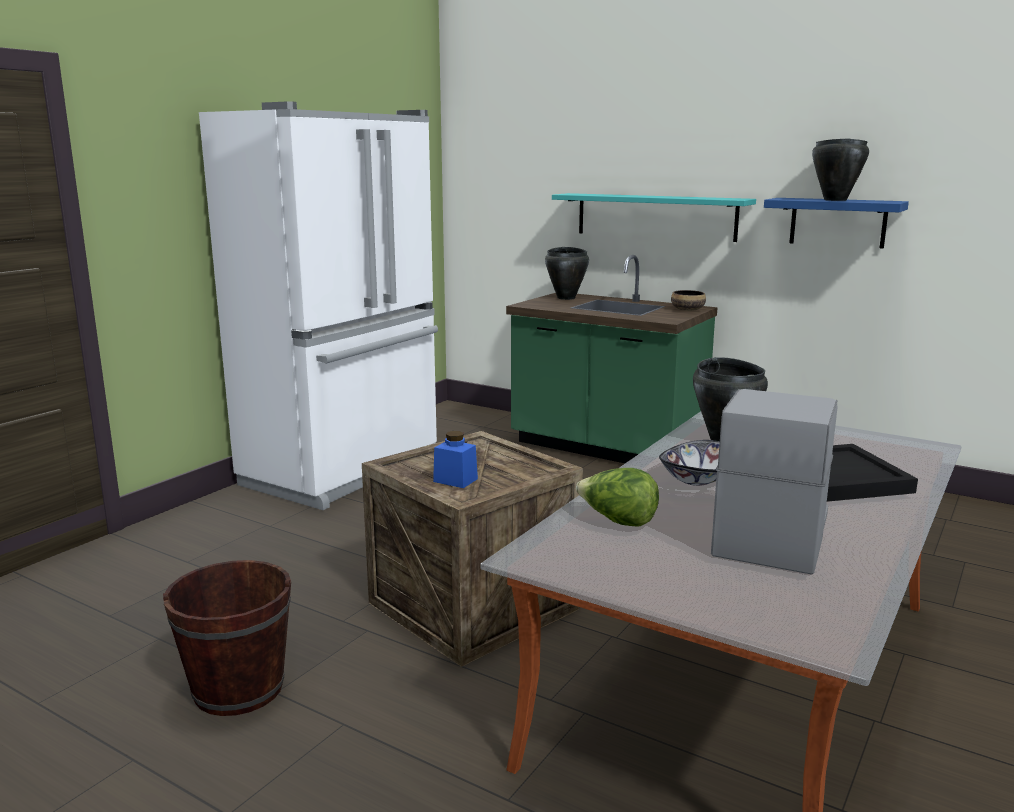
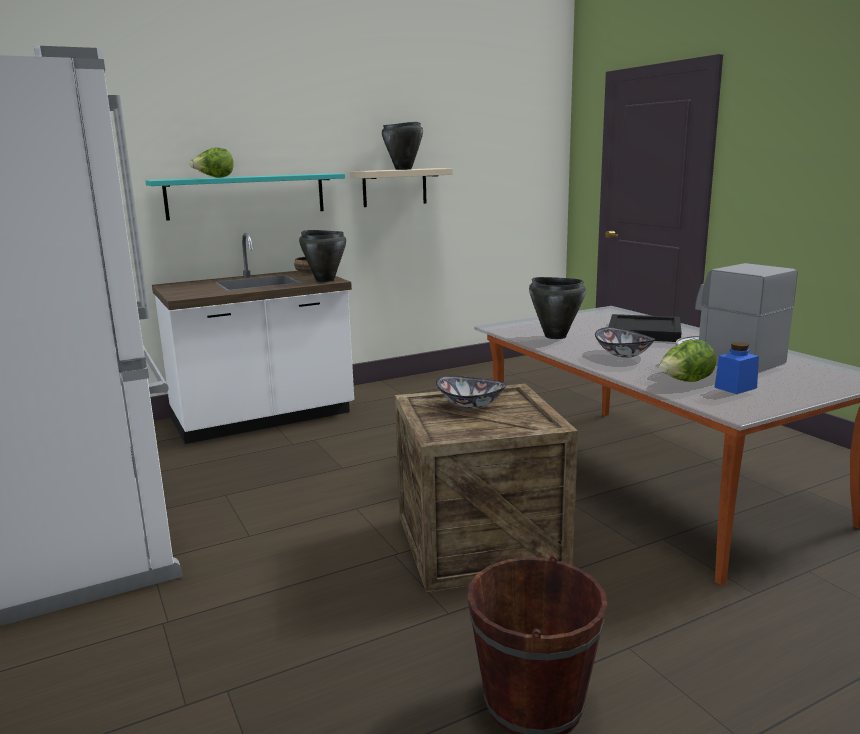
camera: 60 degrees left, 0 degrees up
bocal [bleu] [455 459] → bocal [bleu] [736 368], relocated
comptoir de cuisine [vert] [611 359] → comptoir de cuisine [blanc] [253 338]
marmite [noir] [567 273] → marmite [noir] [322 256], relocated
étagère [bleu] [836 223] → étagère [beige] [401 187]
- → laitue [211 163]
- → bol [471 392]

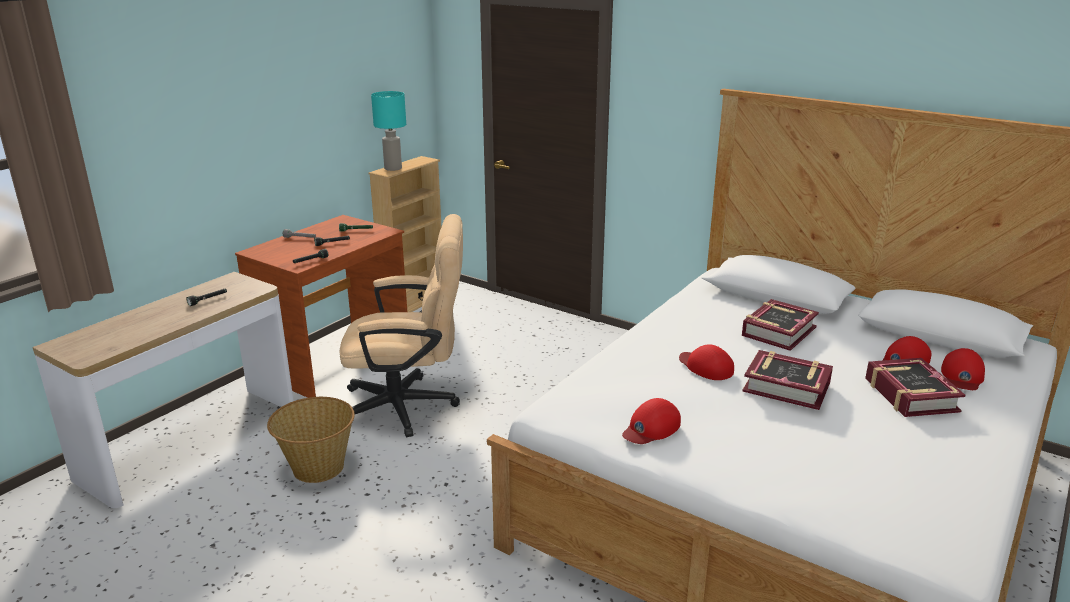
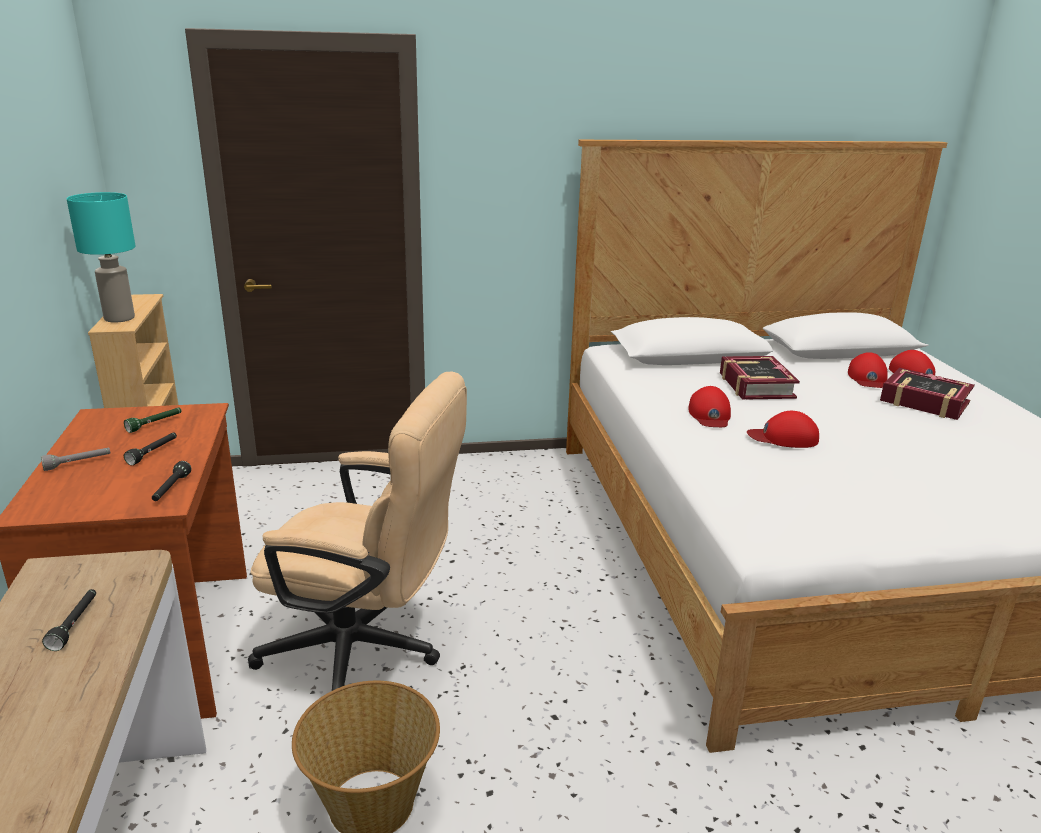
camera: 45 degrees left, 0 degrees up
chaise de bureau [beige] [401 325] → chaise de bureau [beige] [357 531], 60 degrees clockwise
casquette [rouge] [651 421] → casquette [rouge] [709 406], relocated
livre [788 380] → -

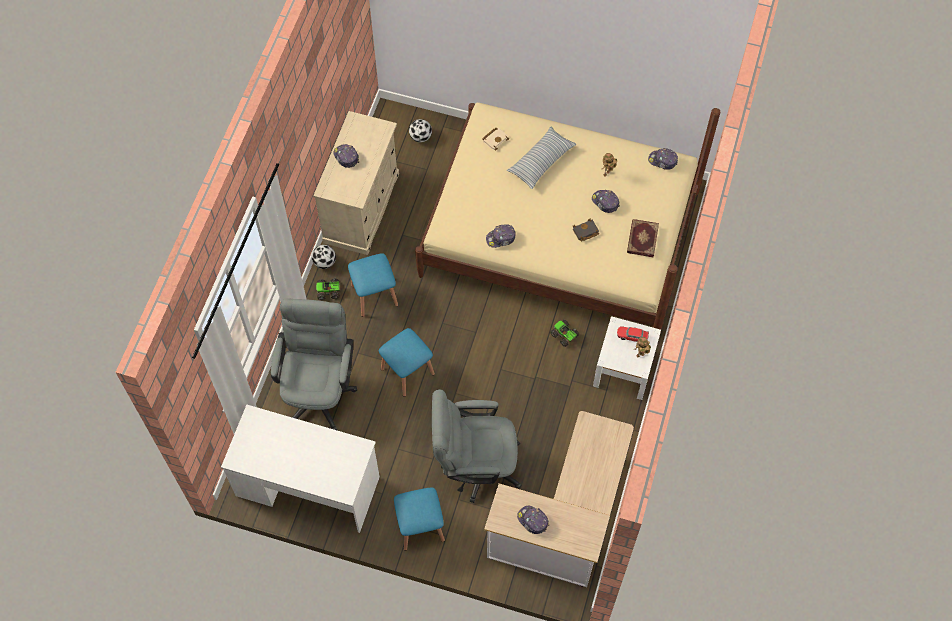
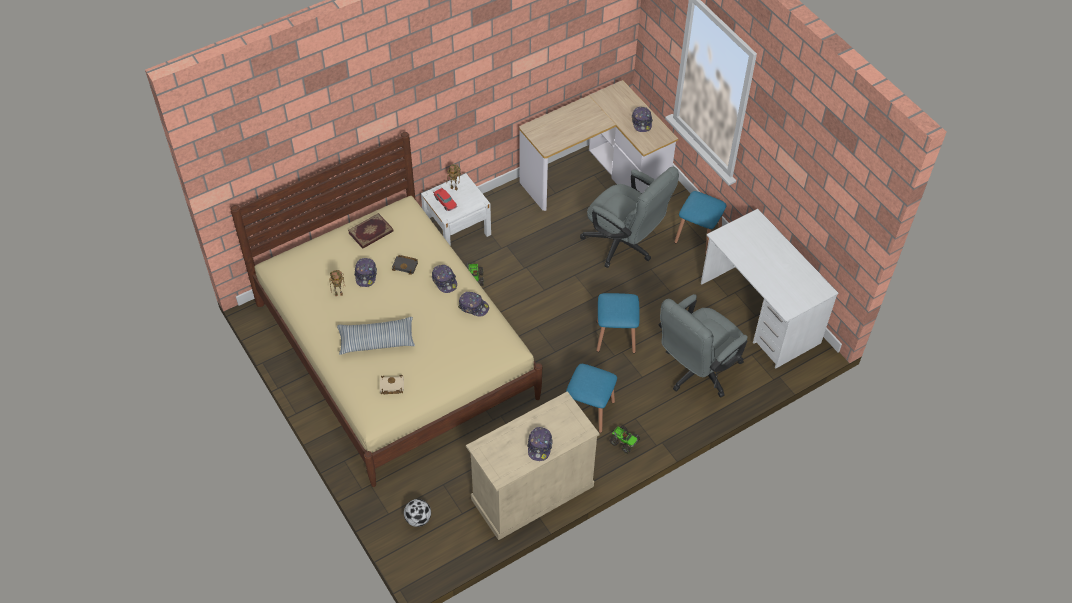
camera: 140 degrees left, 10 degrees down
ballon de foot [324 257] → -
casquette [663 159] → casquette [444 279], relocated

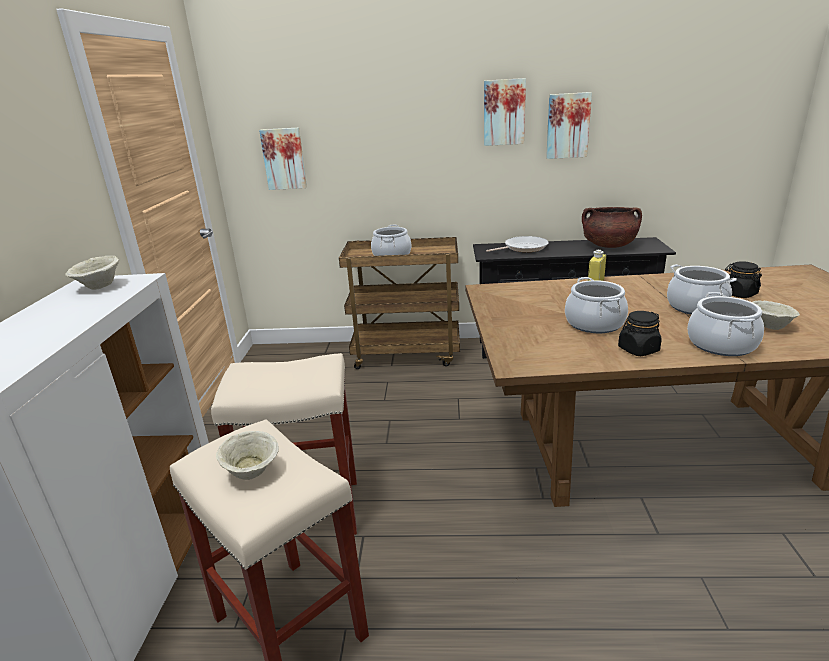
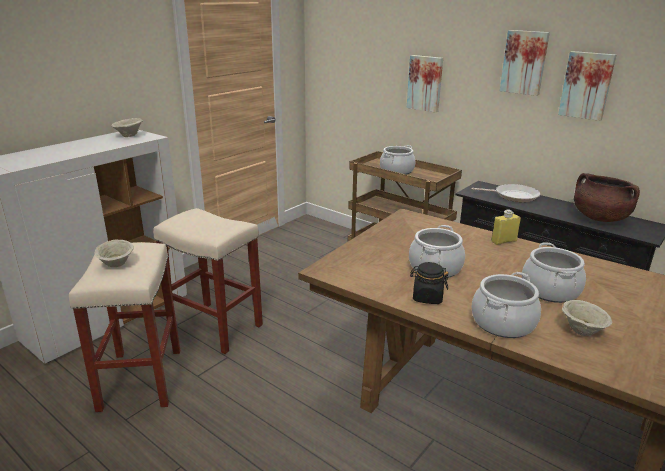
camera: 35 degrees right, 0 degrees up
tableau [283 158] → tableau [425 84], relocated
bocal [noir] [743 279] → -

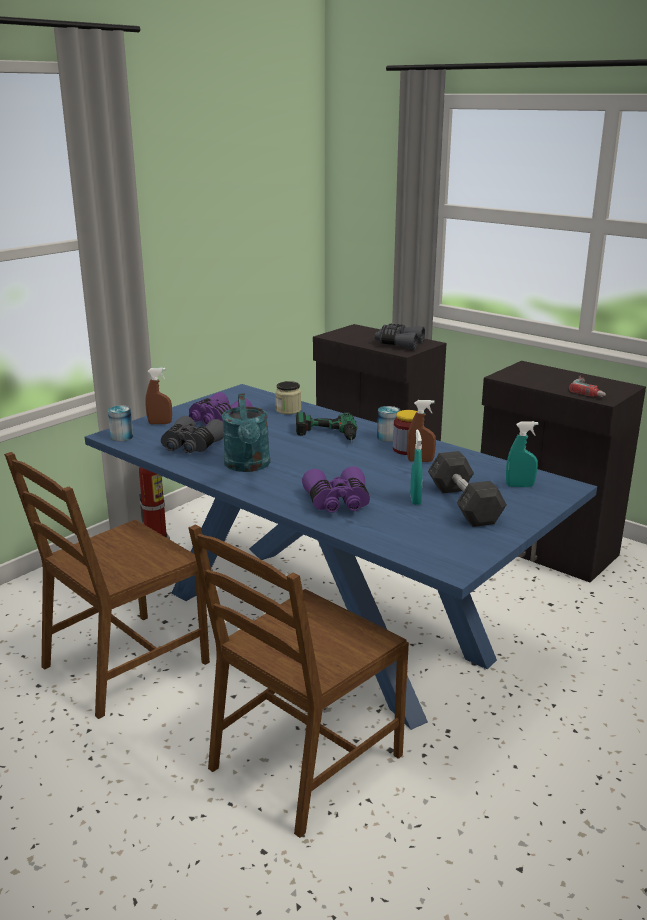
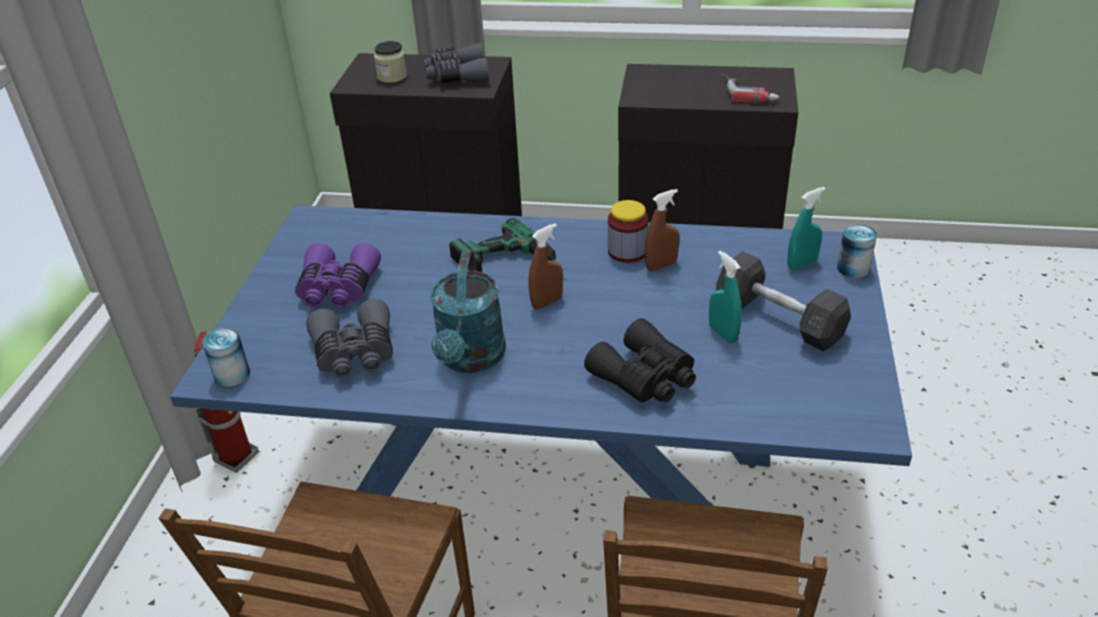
camera: 30 degrees left, 15 degrees up
vaporisateur [marron] [158 396] → vaporisateur [marron] [546 266], relocated
arrosoir [turquoise] [246 432] → arrosoir [turquoise] [468 312], 45 degrees clockwise
bocal [288 397] → bocal [390 62], relocated
jumelles [violet] [336 489] → jumelles [noir] [640 360]
boîte métallique [388 424] → boîte métallique [857 251], relocated

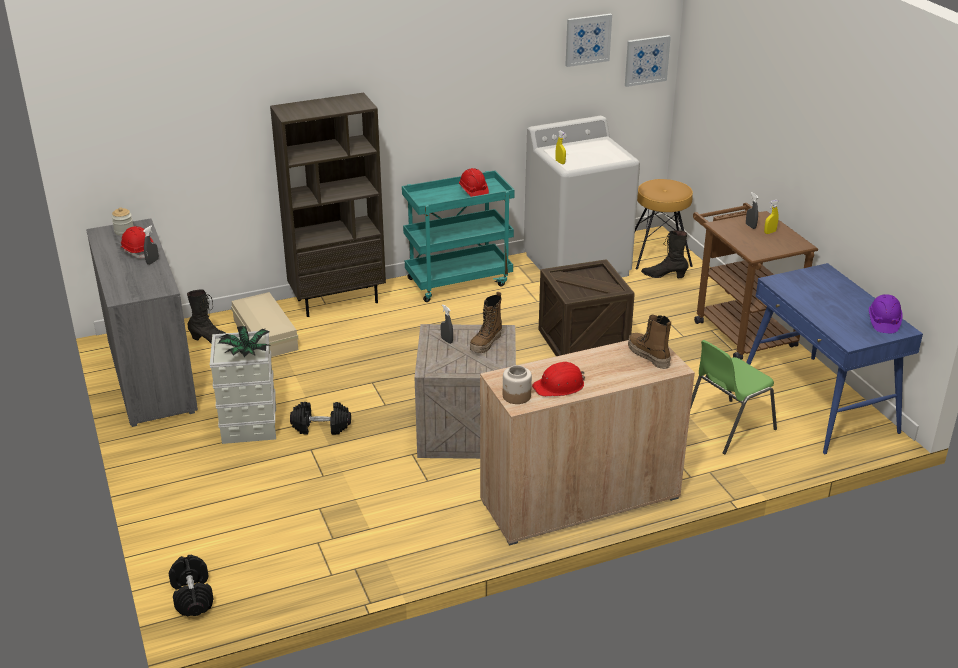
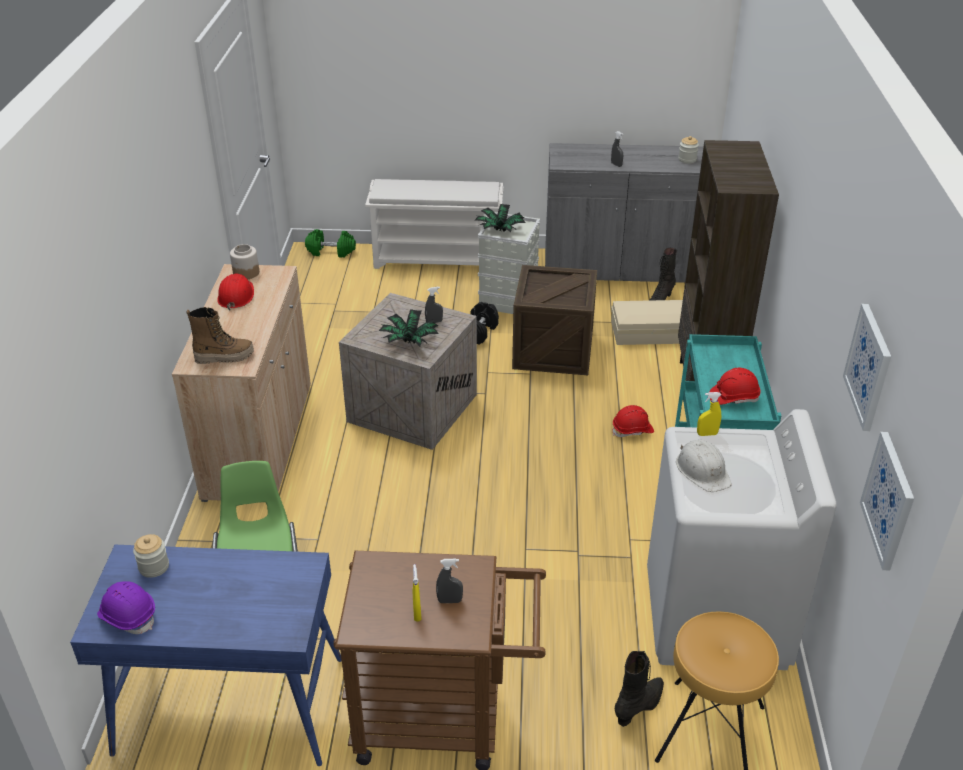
camera: 115 degrees right, 5 degrees up
casque de chantier [rouge] [137 242] → casque de chantier [rouge] [633 421], relocated
haltère [noir] [191 585] → haltère [vert] [330 243]
botte [486 322] → plante en pot [409 328]
caisse [587 307] → caisse [554 320], relocated
- → bocal [151 556]
- → étagère à chaussures [blanc] [434 224]
- → casque de chantier [blanc] [704 466]

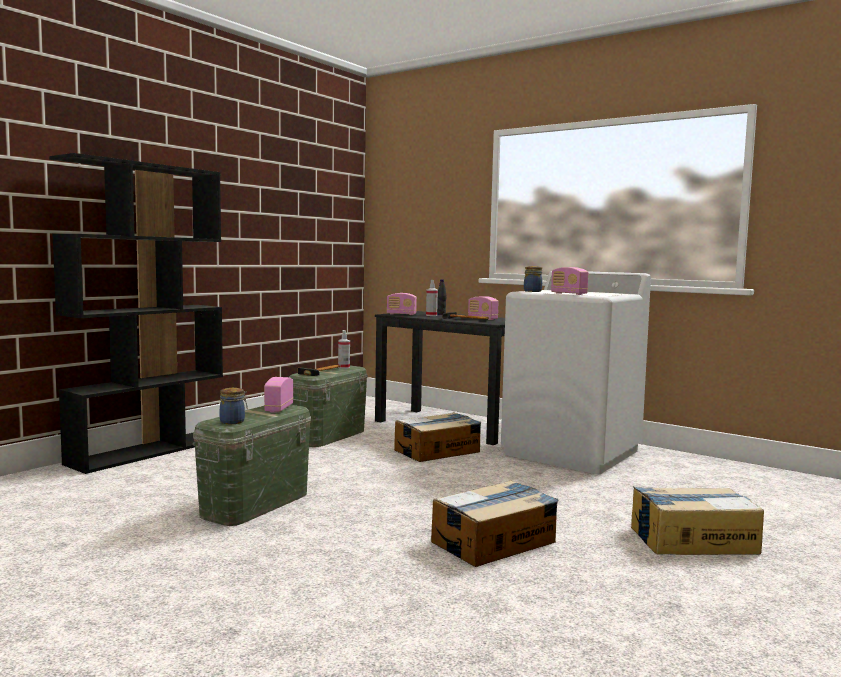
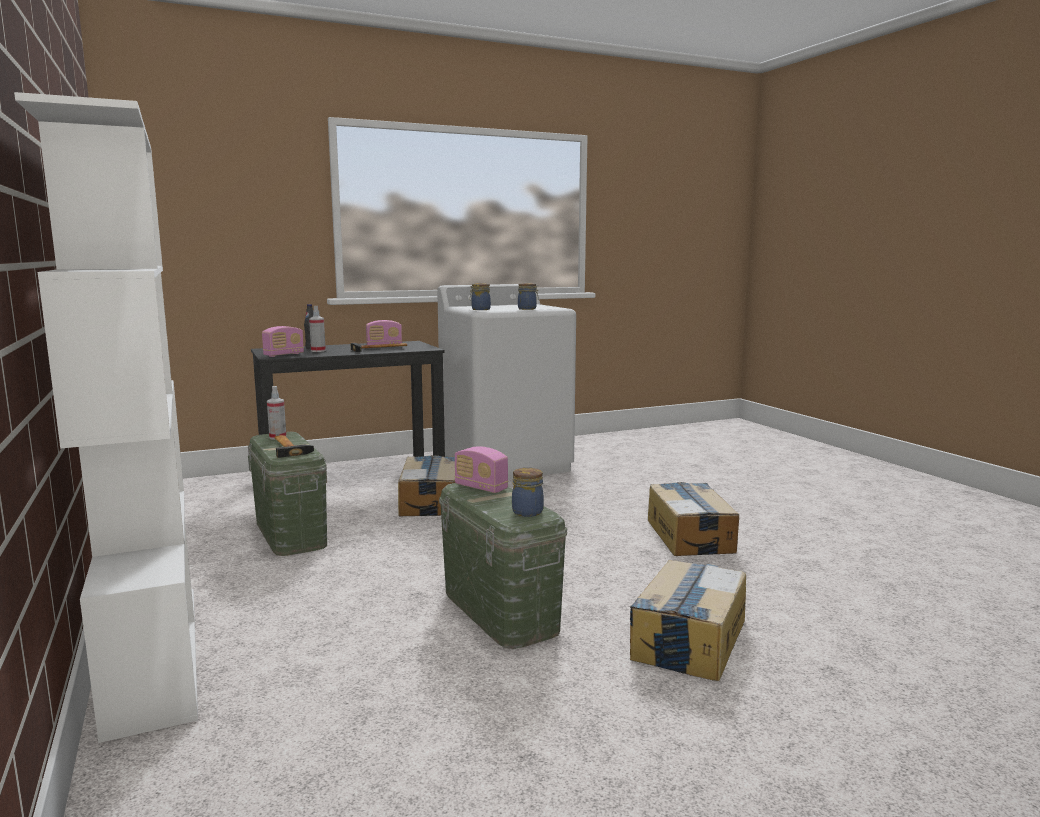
camera: 60 degrees left, 5 degrees up
bibliothèque [noir] [136 313] → bibliothèque [blanc] [106 417]
radio [569 281] → bocal [528 296]
carton [697 520] → carton [688 620], relocated

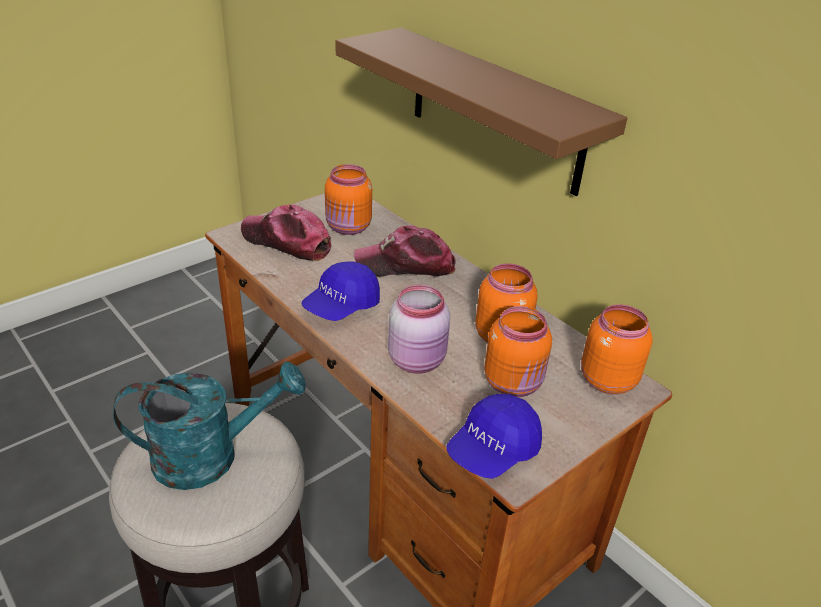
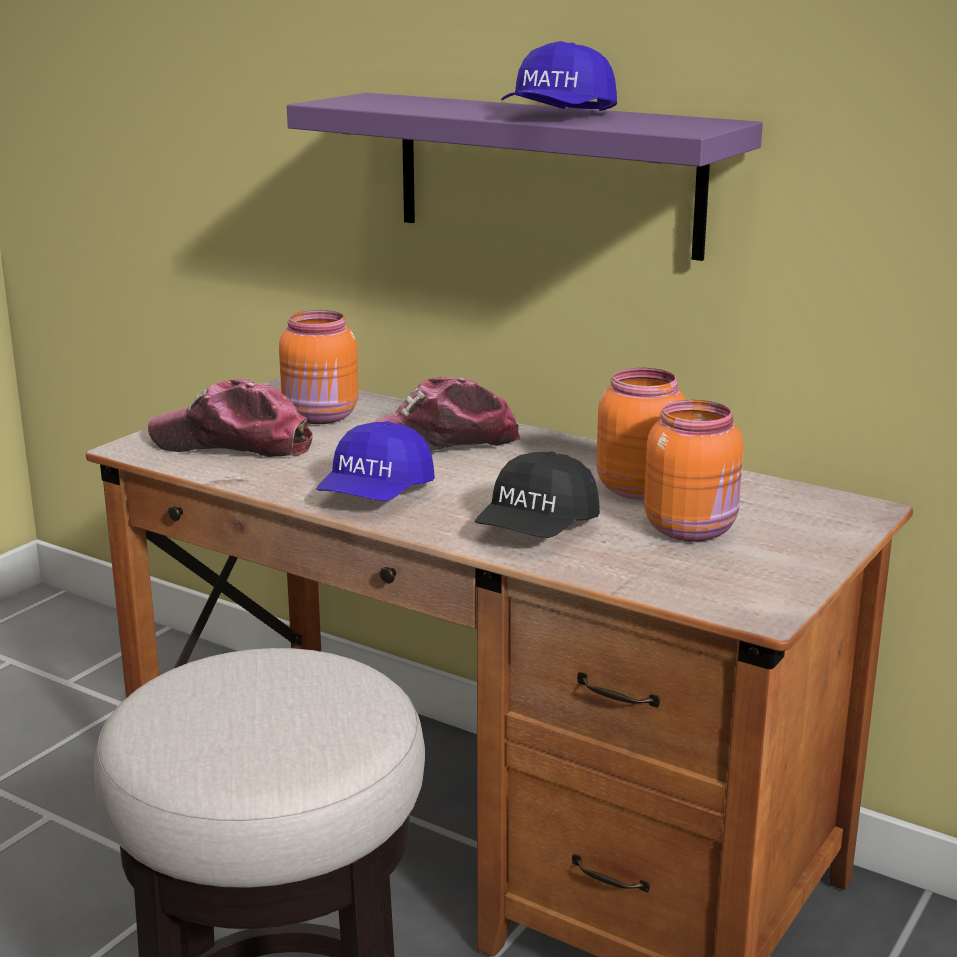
camera: 15 degrees left, 15 degrees down
arrosoir [turquoise] [209 426] → -
étagère [marron] [481 111] → étagère [violet] [525 177]
bocal [rose] [419 329] → casquette [noir] [537 495]
casquette [bleu] [494 436] → casquette [bleu] [559 76], relocated
bocal [orange] [617 349] → -

